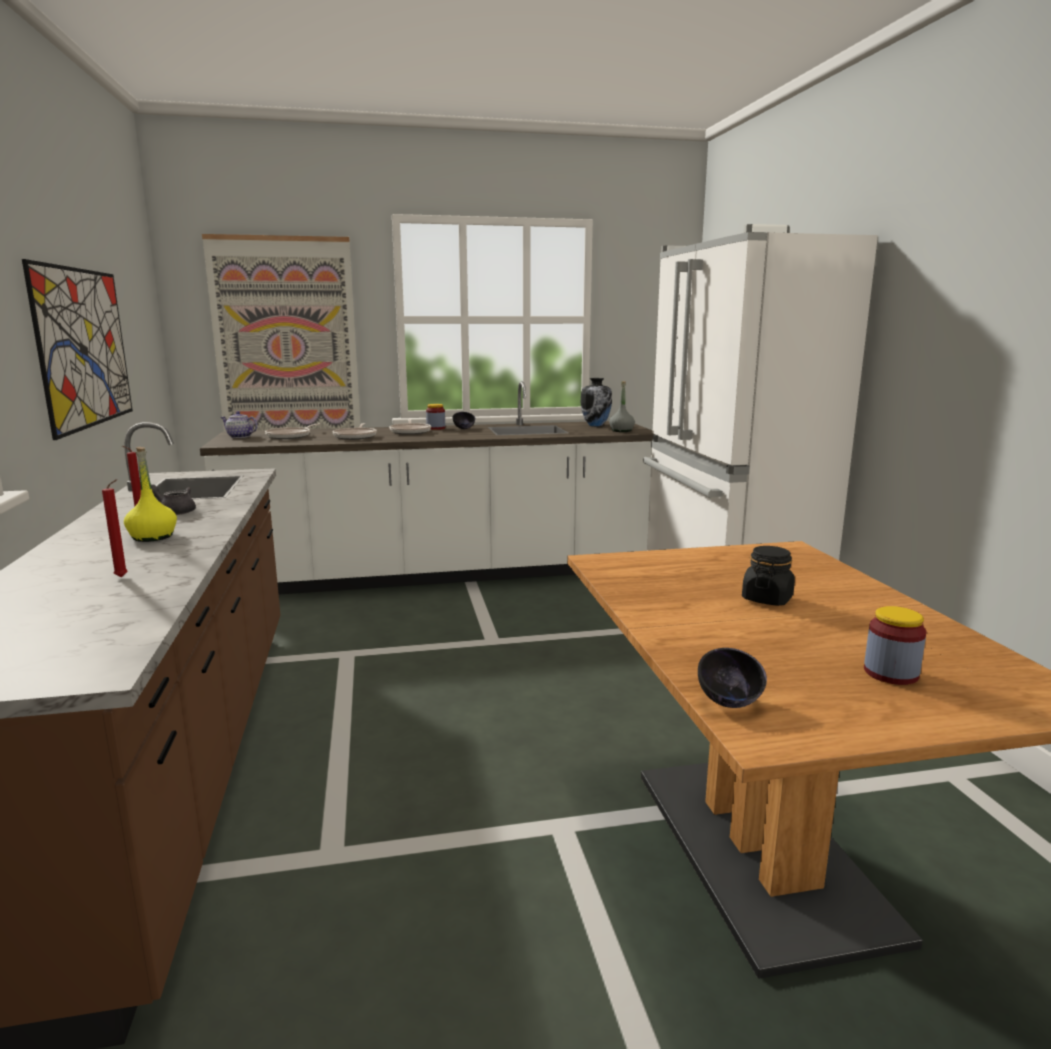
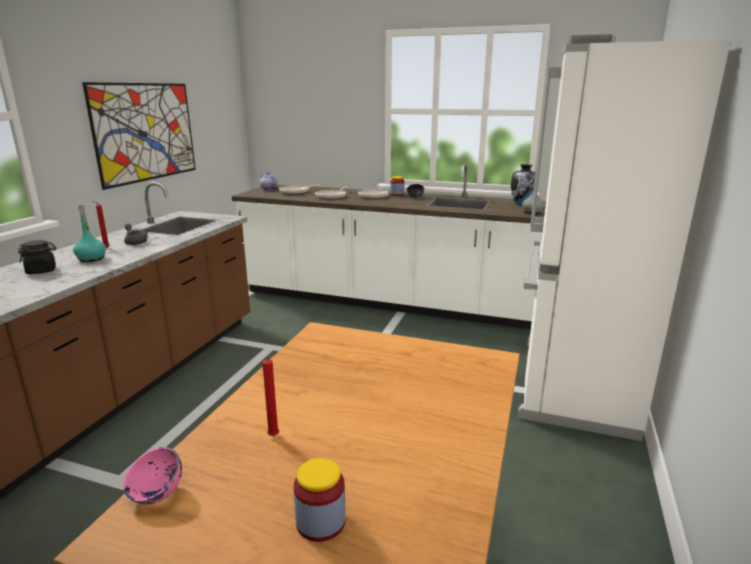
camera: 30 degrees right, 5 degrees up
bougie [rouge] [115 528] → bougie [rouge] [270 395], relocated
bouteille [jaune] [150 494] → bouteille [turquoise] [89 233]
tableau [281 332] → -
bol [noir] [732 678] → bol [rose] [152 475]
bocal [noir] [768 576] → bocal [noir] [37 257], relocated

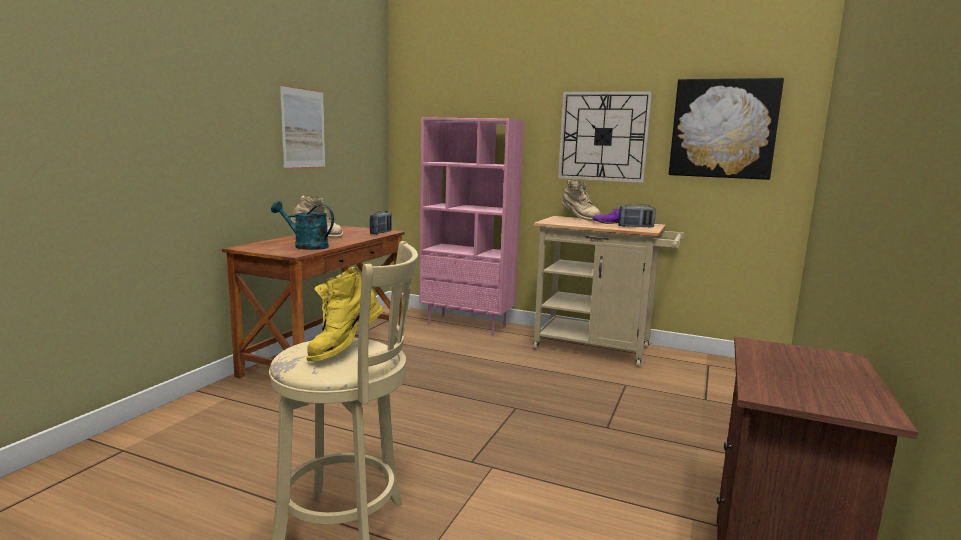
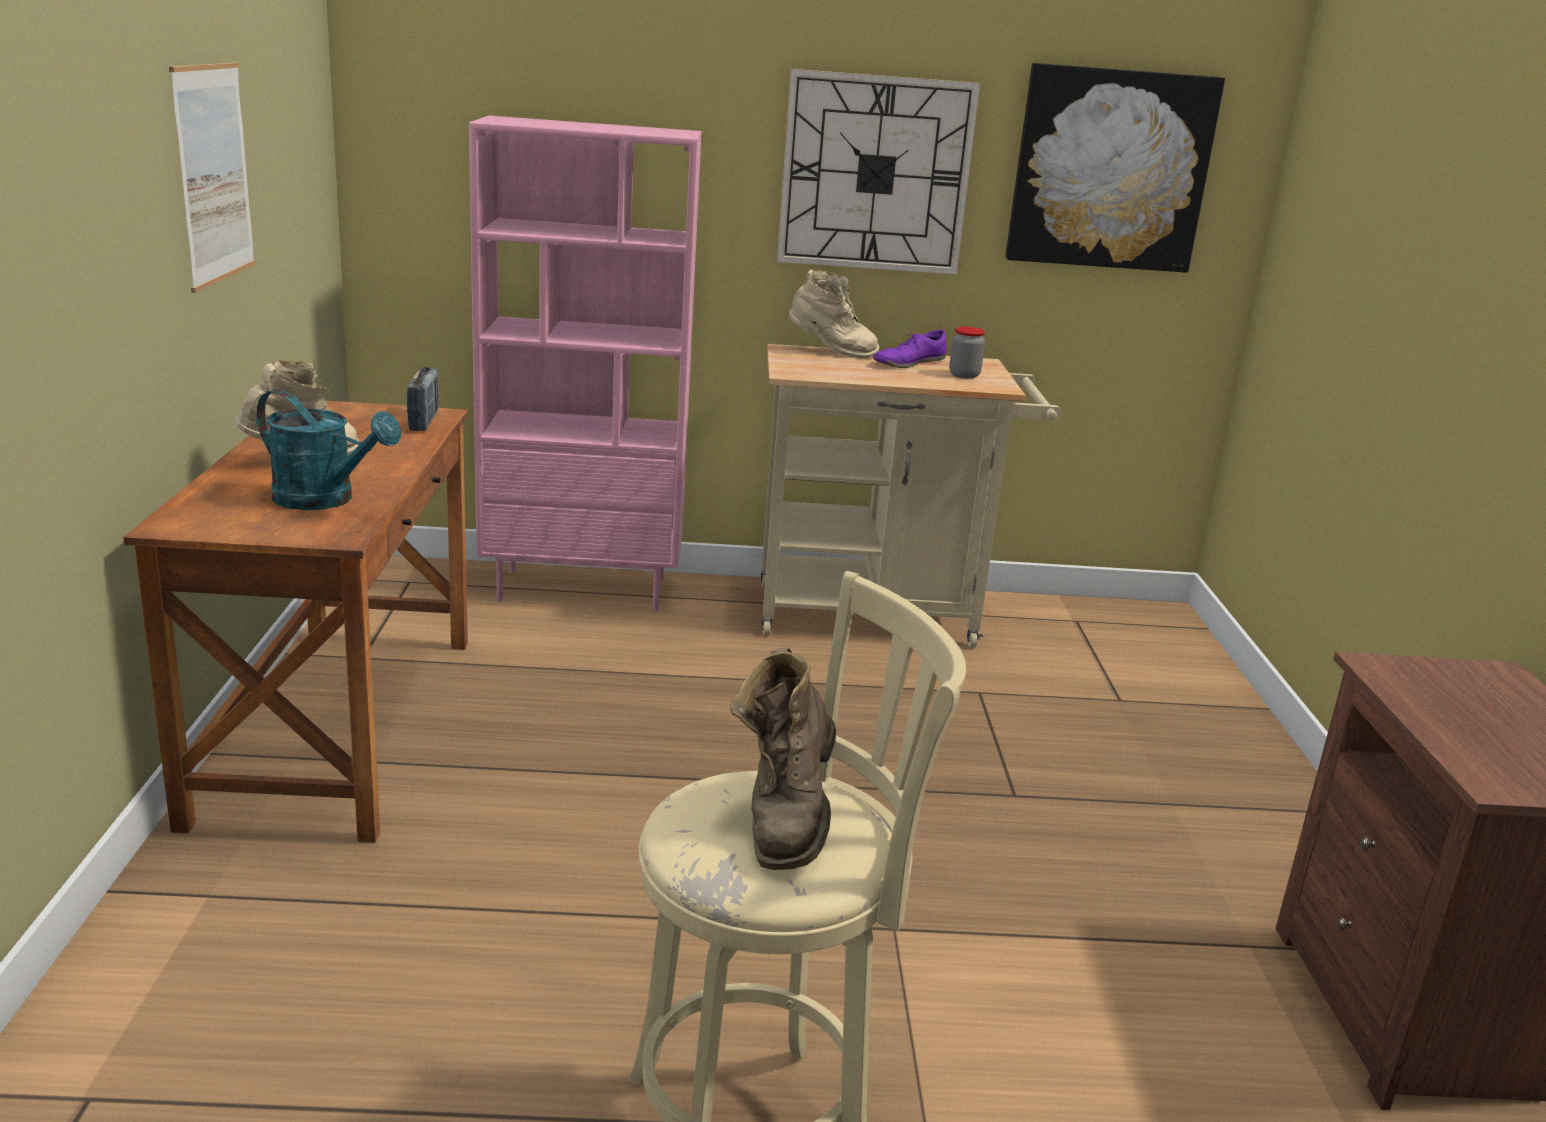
camera: 25 degrees left, 10 degrees up
arrosoir [turquoise] [302 225] → arrosoir [turquoise] [329 449], 150 degrees counterclockwise
botte [jaune] [344 314] → botte [marron] [783 758]
radio [637 216] → bocal [967 352]

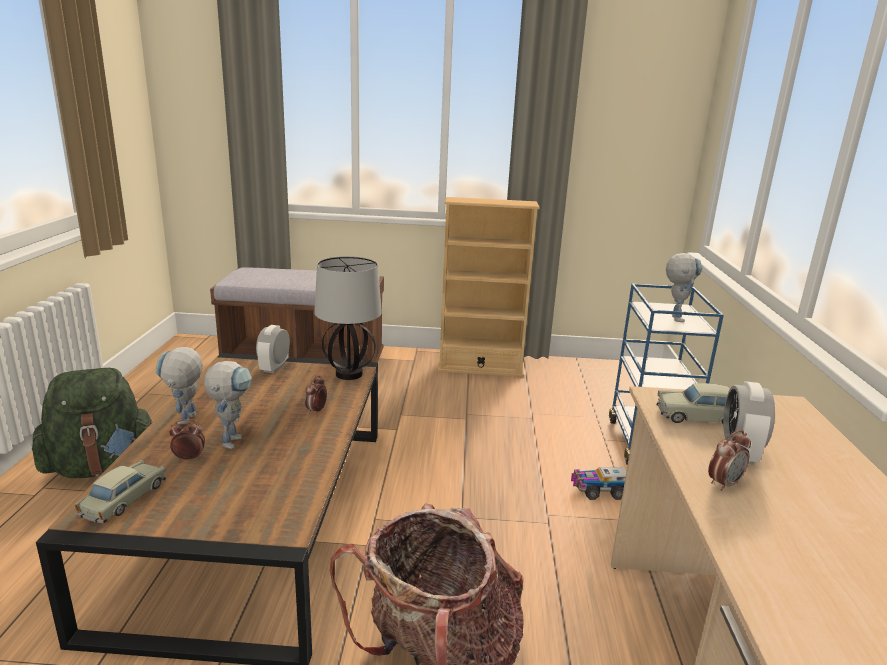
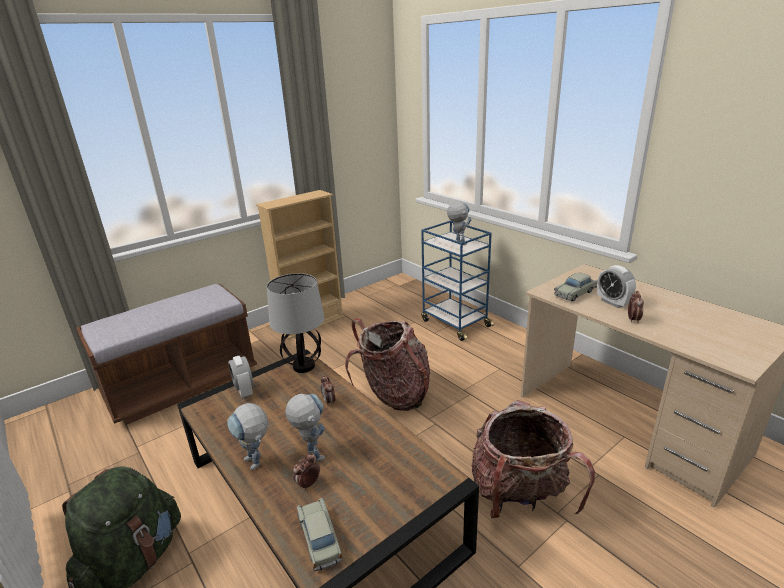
camera: 40 degrees left, 5 degrees up
camion jouet [598 483] → -
- → sac à dos [387 364]

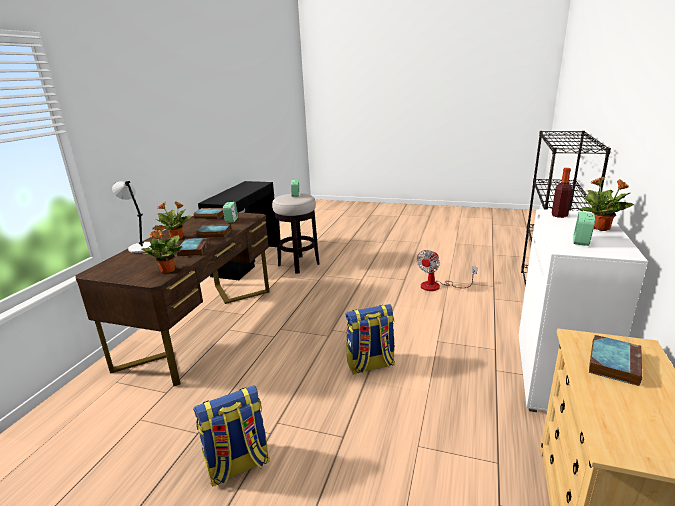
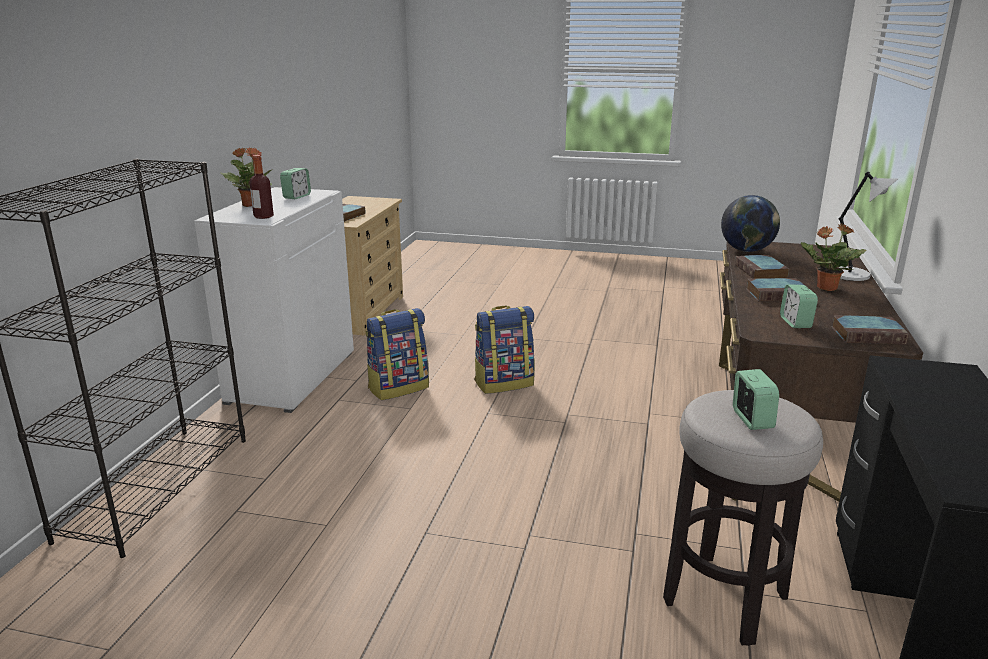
camera: 175 degrees right, 0 degrees up
plante en pot [161 249] → globe [750 223]
sac à dos [231 435] → sac à dos [397 354], relocated
ventilateur [447 270] → -

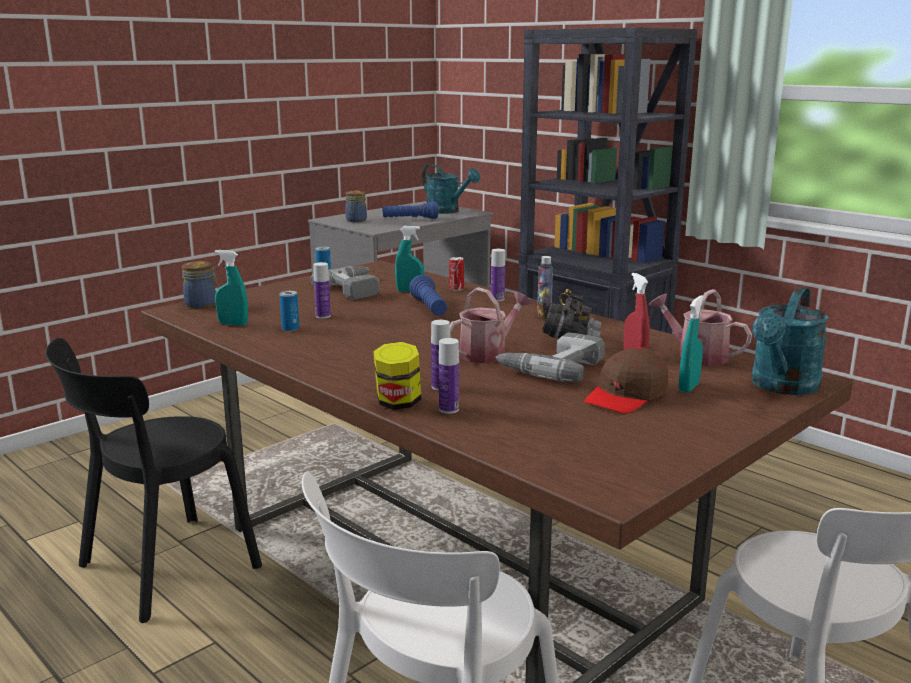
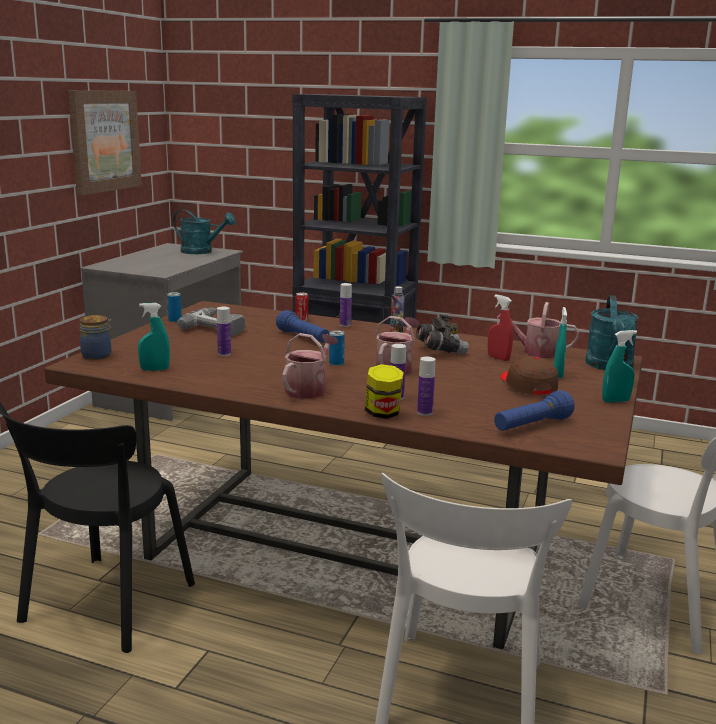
camera: 25 degrees left, 0 degrees up
boîte métallique [289 311] → boîte métallique [337 348], relocated
bocal [356 206] → -
lampe de poche [bleu] [410 210] → lampe de poche [bleu] [534 410], relocated
vaporisateur [turquoise] [409 259] → vaporisateur [turquoise] [619 366], relocated
perceuse [550 357] → -
casquette [marron] [626 380] → casquette [marron] [529 375], 150 degrees clockwise
- → tableau [105 142]
- → arrosoir [310 366]

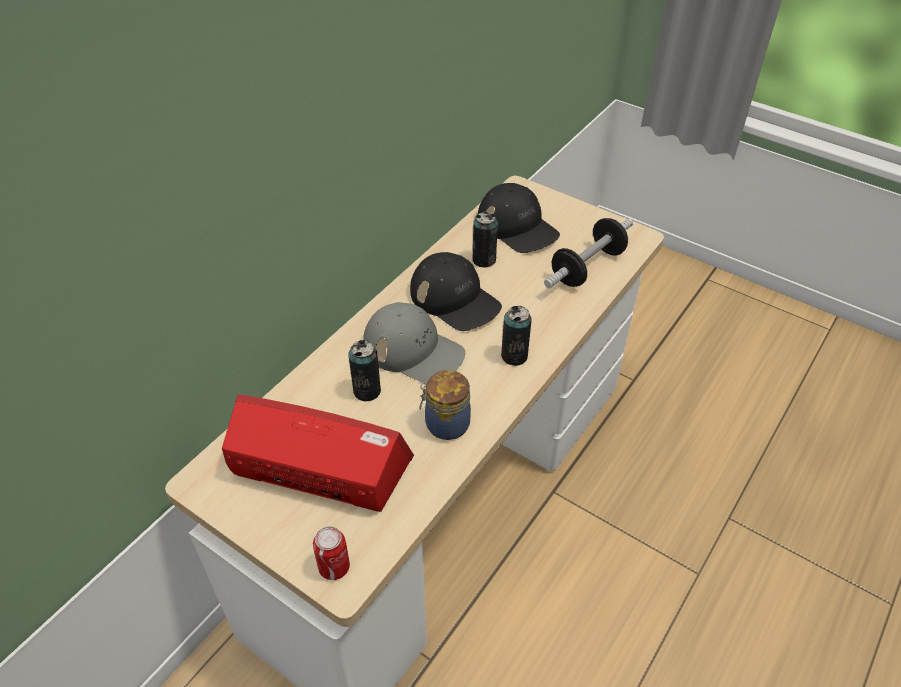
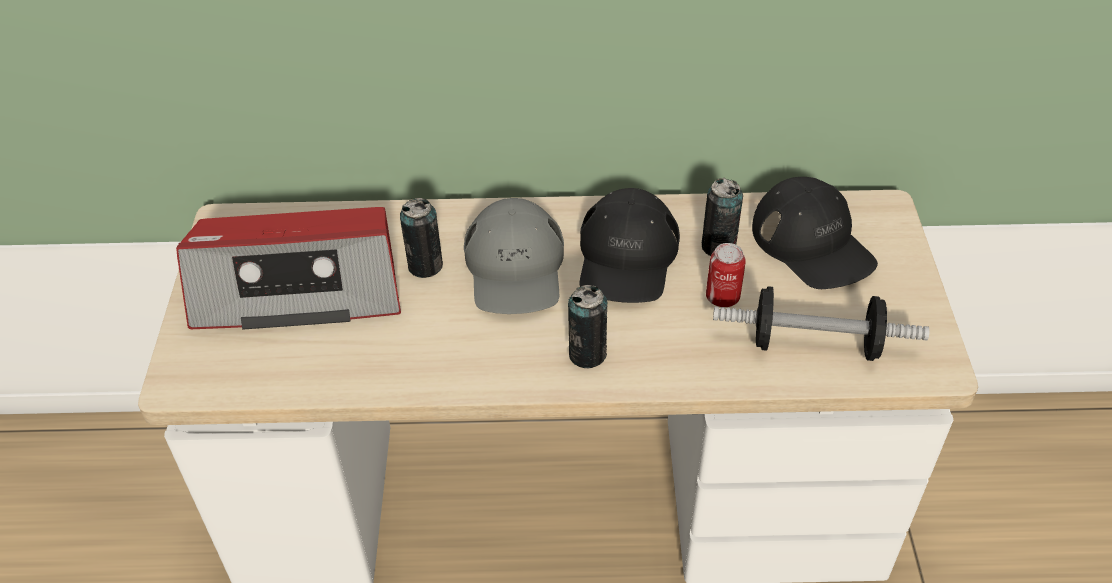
camera: 55 degrees right, 0 degrees up
radio [318 453] → radio [288 268], 105 degrees clockwise
boîte métallique [331 553] → boîte métallique [726 275], relocated
bocal [445 405] → -
casquette [noir] [519 218] → casquette [noir] [815 233], 45 degrees counterclockwise

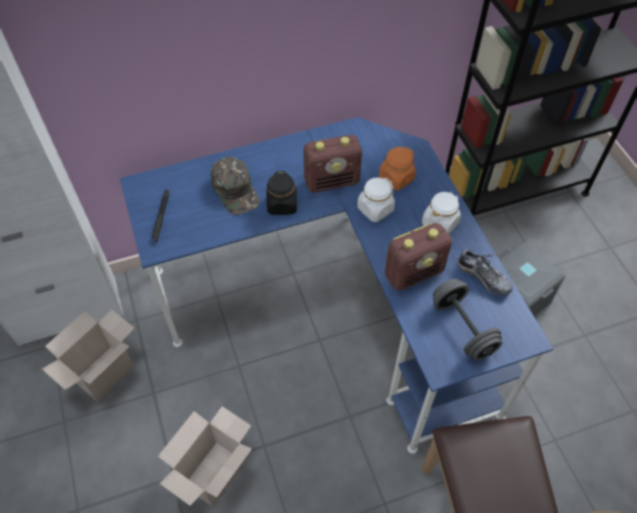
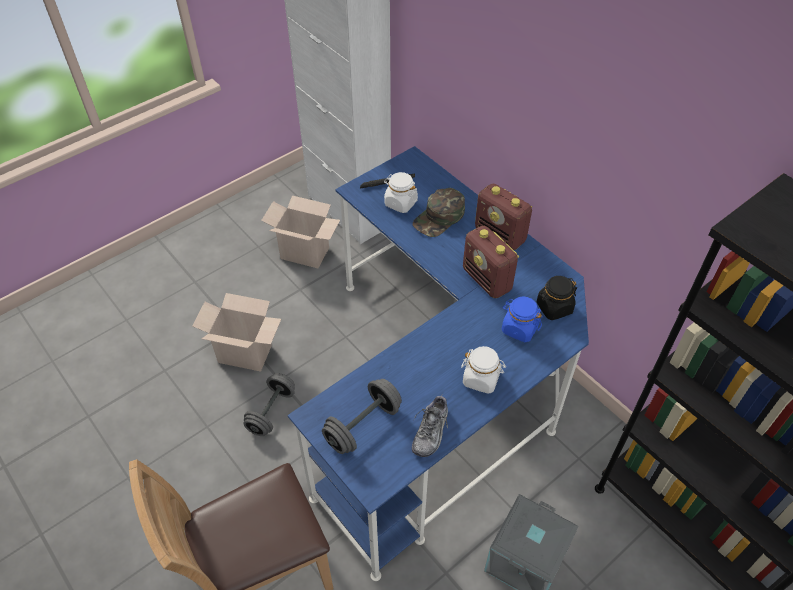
camera: 70 degrees right, 5 degrees down
bocal [noir] [281 193] → bocal [noir] [557 298], relocated
bocal [blanc] [376 200] → bocal [blanc] [401 192], relocated
bocal [orange] [397 169] → bocal [bleu] [522 319]
radio [418 257] → radio [503 217], relocated
- → haltère [gris] [269 404]

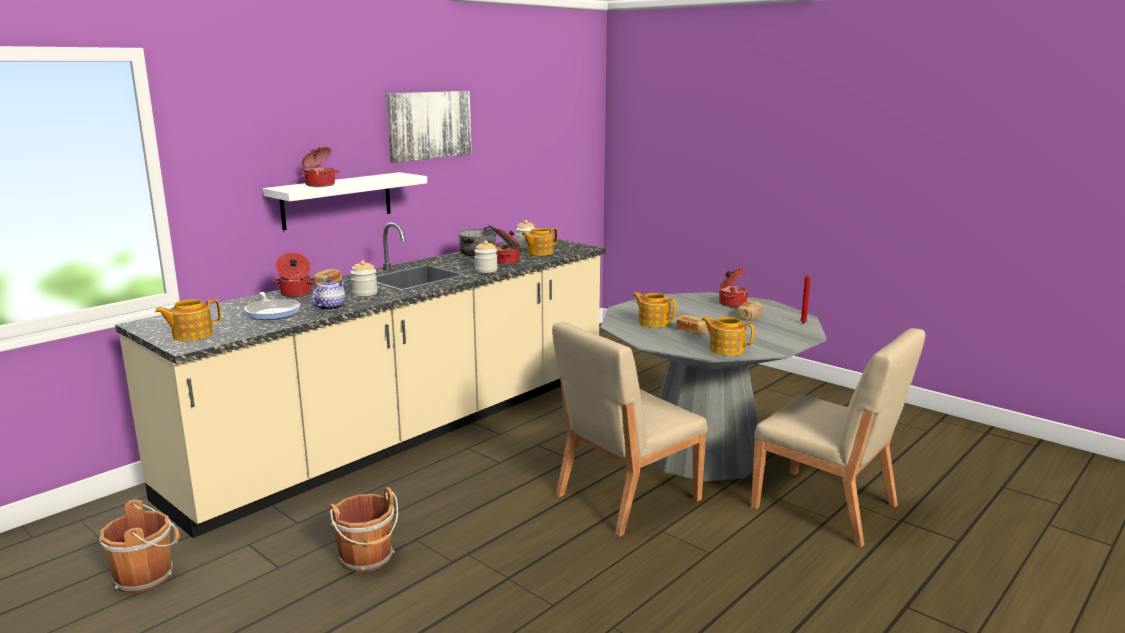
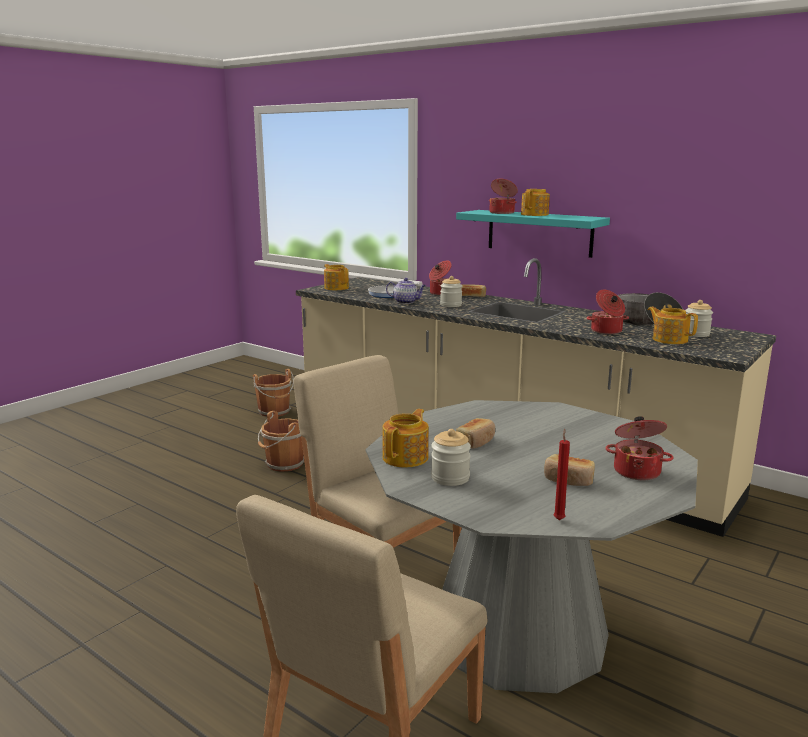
camera: 85 degrees right, 0 degrees up
étagère [blanc] [345 201] → étagère [turquoise] [533 234]
tableau [429 127] → -
bocal [486 256] → bocal [451 457], relocated
théière [654 310] → théière [535 202], relocated

